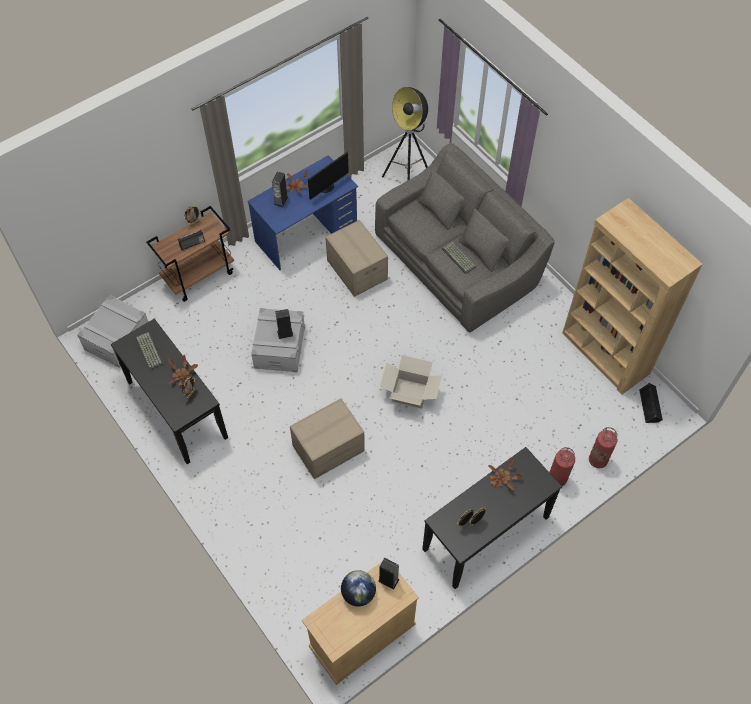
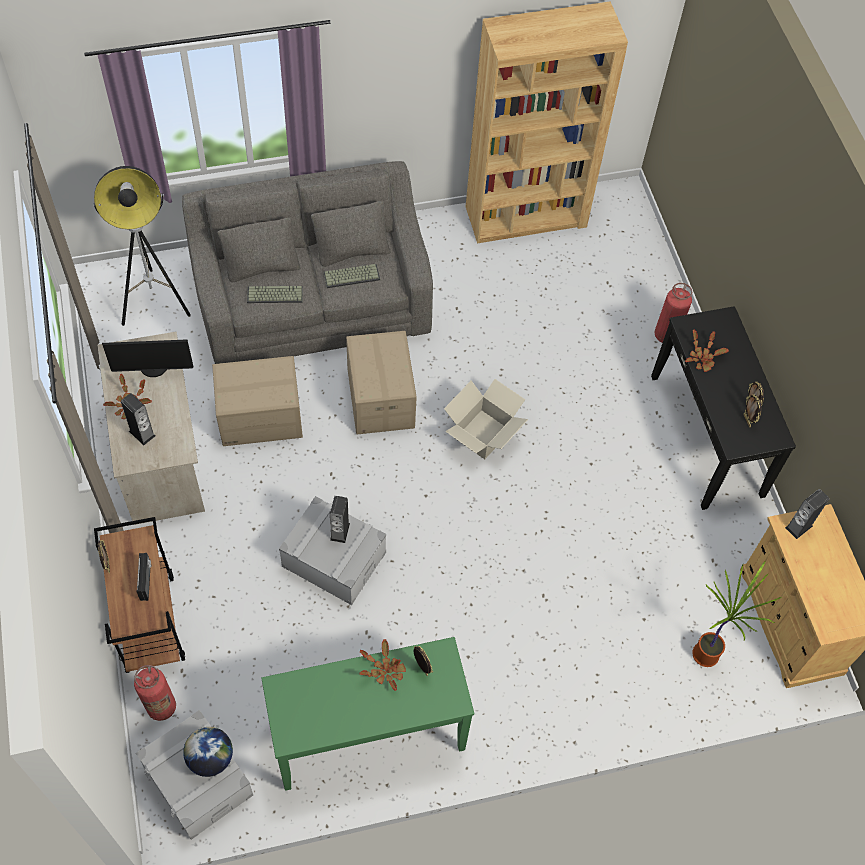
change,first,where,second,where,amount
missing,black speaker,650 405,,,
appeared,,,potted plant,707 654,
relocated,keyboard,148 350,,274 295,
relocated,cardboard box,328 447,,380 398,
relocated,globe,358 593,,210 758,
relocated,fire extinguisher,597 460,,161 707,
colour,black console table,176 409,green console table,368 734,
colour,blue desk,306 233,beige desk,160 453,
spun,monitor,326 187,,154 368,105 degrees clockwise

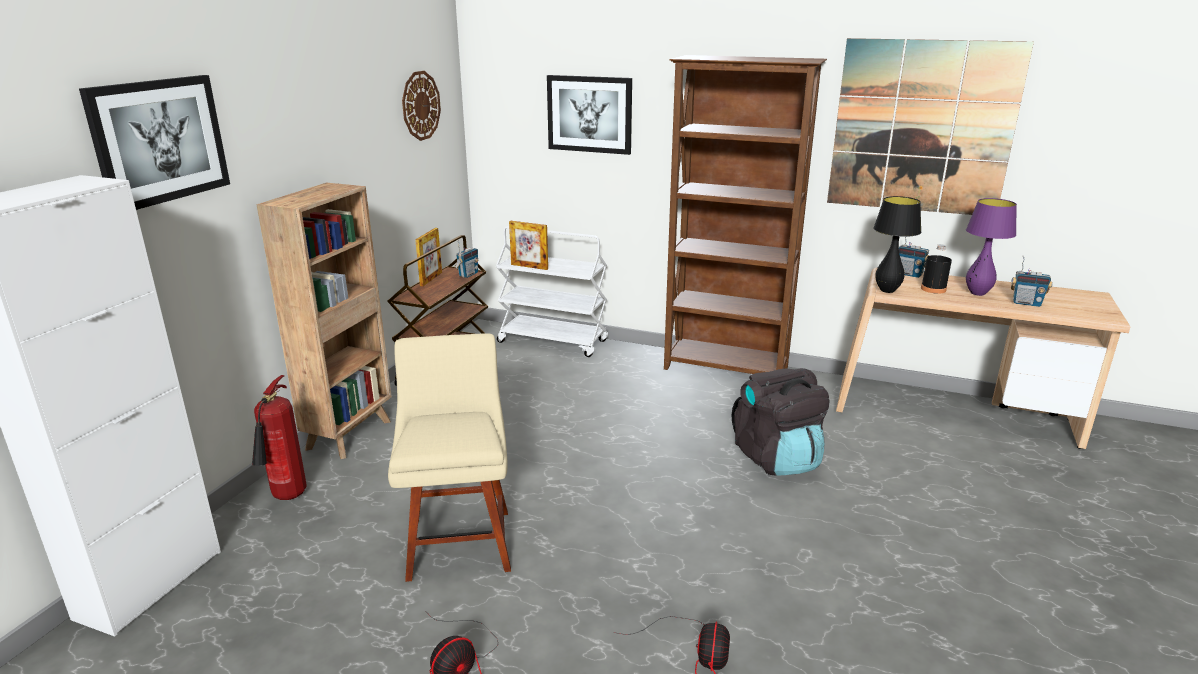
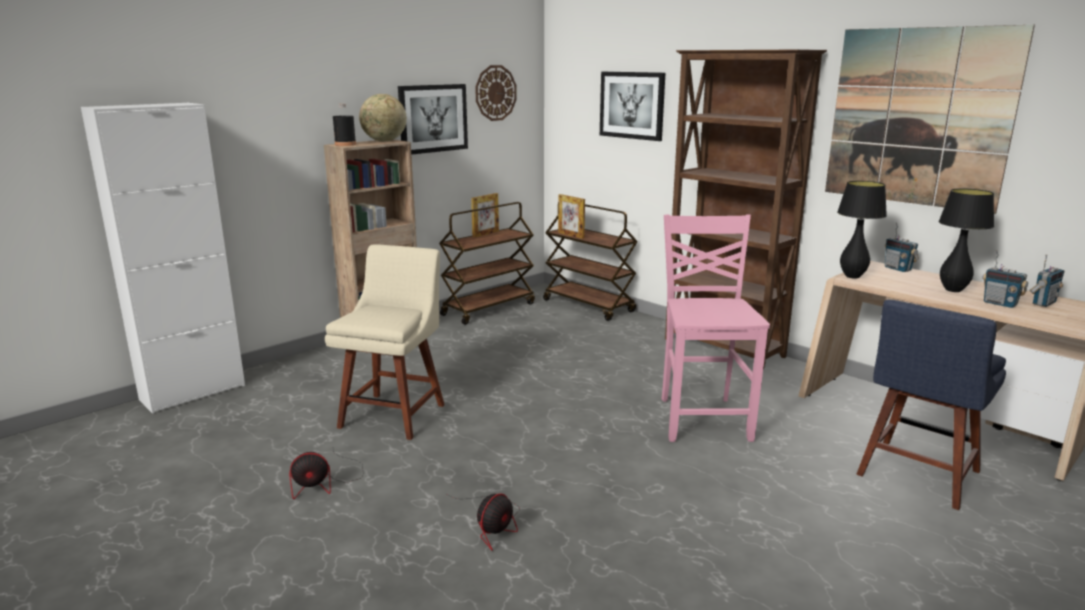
change,first,where,second,where,amount
missing,fire extinguisher,288 497,,,
appeared,,,globe,384 141,
appeared,,,blue chair,916 475,
relocated,picture,159 141,,433 118,
relocated,radio,468 274,,1043 303,
relocated,black bottle,933 289,,345 144,
exchanged,black backpack,777 458,pink chair,703 418,
colour,white cart,553 341,brown cart,589 306,
colour,purple table lamp,977 293,black table lamp,953 290,

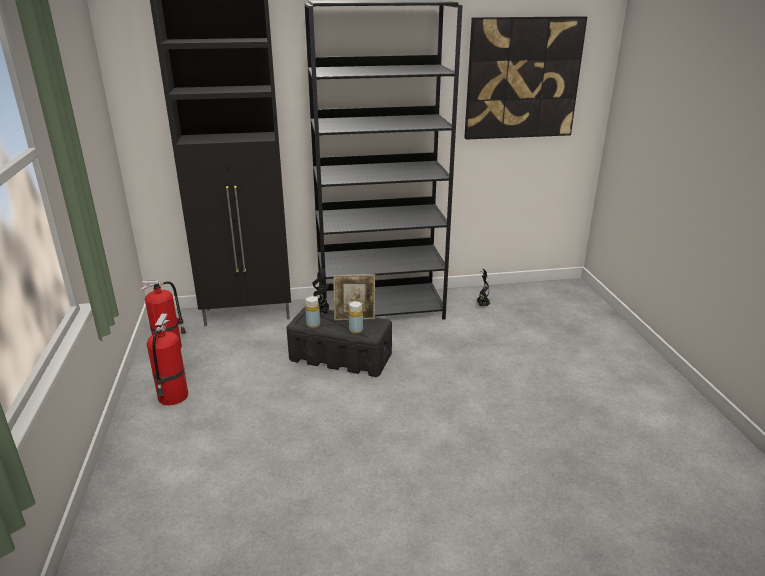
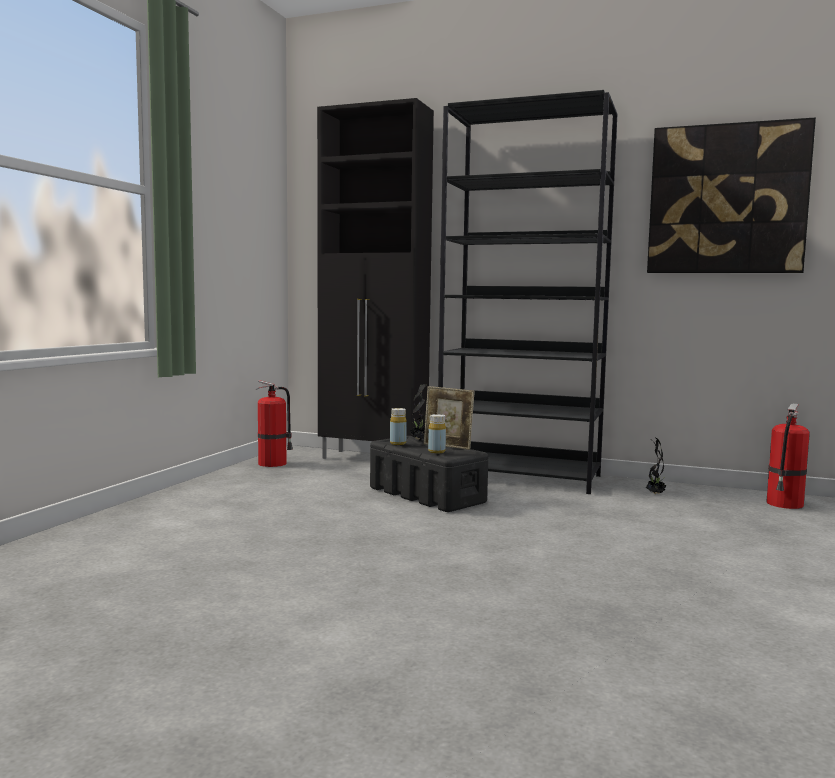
change,first,where,second,where,amount
relocated,fire extinguisher,172 397,,784 504,

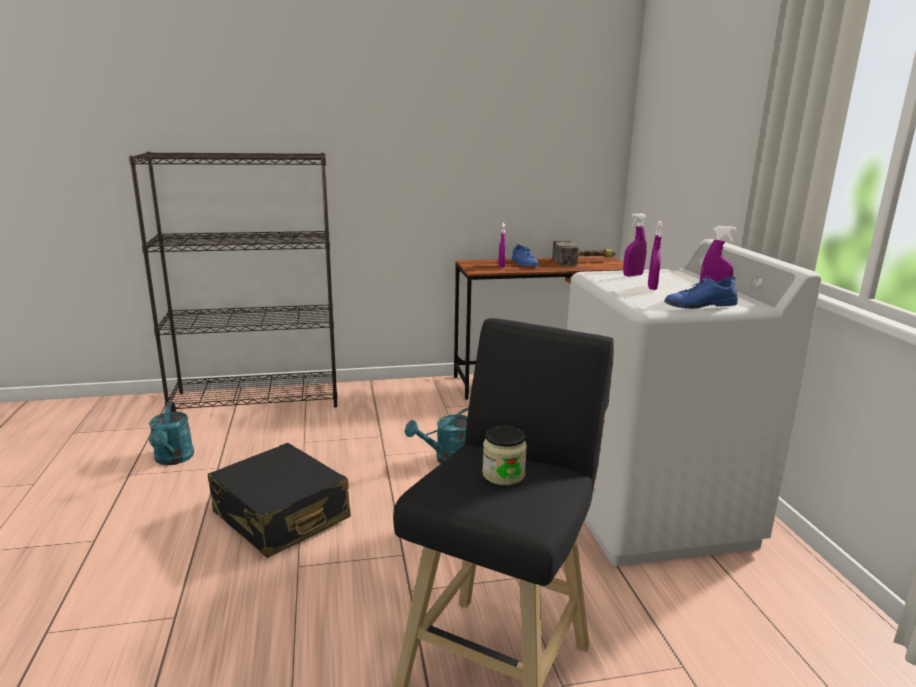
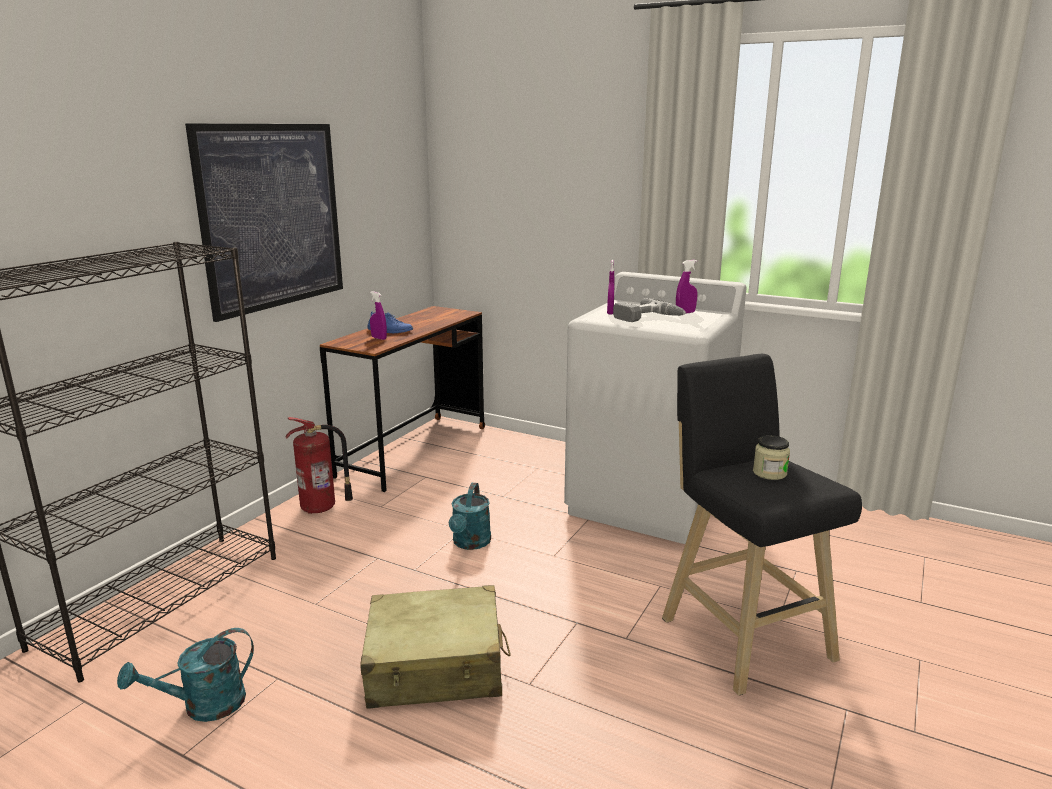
change,first,where,second,where,amount
missing,hammer,585 262,,,
missing,blue shoe,699 305,,,
appeared,,,picture,272 217,
appeared,,,fire extinguisher,321 508,
exchanged,purple spray bottle,652 287,power drill,648 318,
colour,black suitcase,281 516,beige suitcase,436 666,
spun,turquoise watering can,173 459,,203 707,120 degrees clockwise

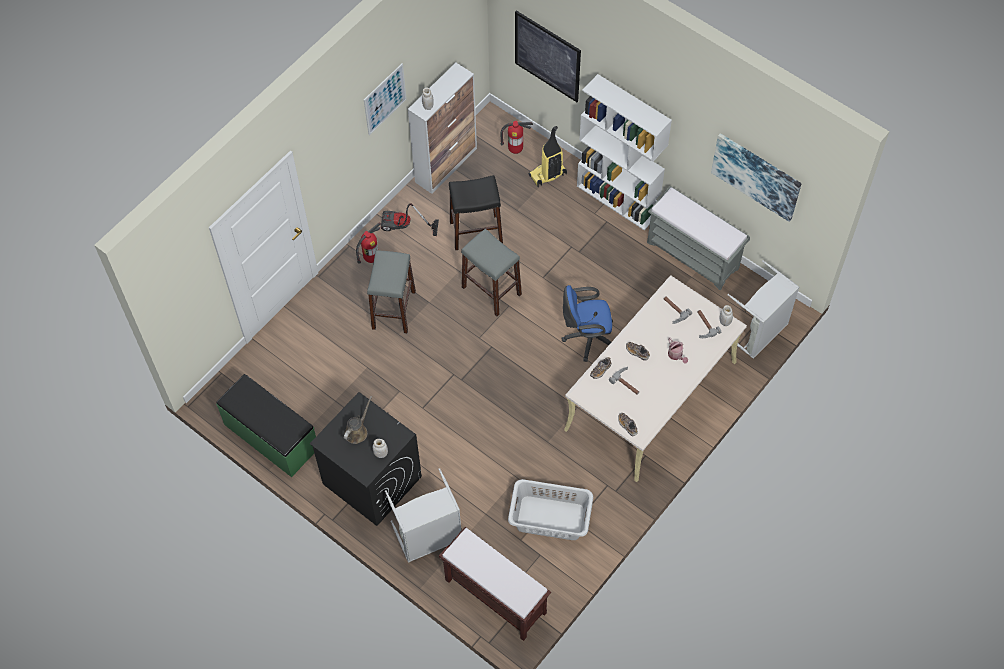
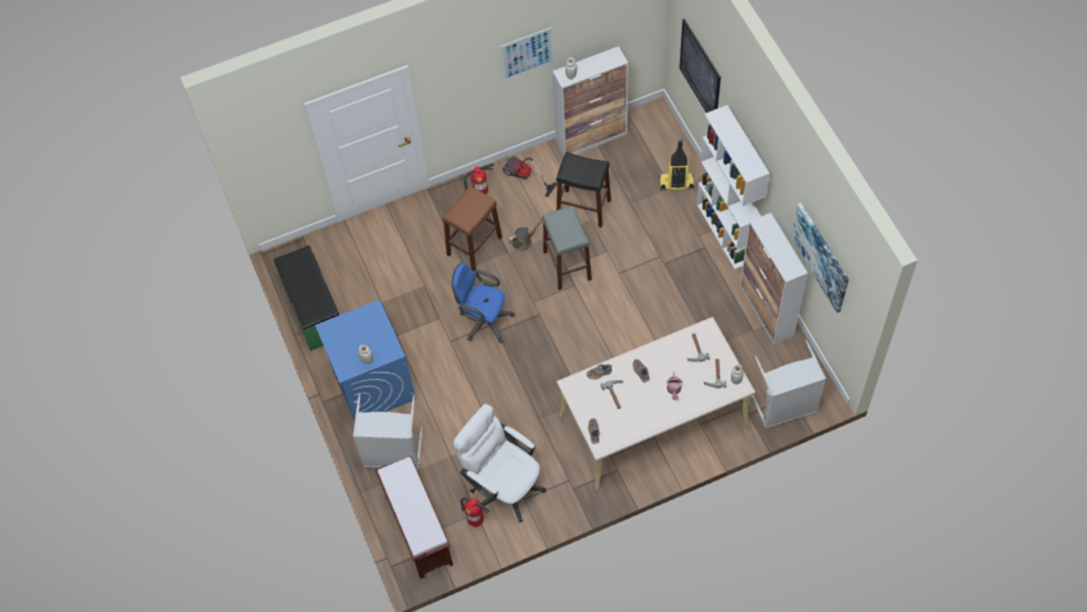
change,first,where,second,where,amount
relocated,brown watering can,357 431,,524 241,
relocated,fire extinguisher,515 150,,476 520,
relocated,blue office chair,587 338,,483 320,
exchanged,grey laundry basket,550 517,white office chair,503 485,
exchanged,grey bench,693 255,cabinet,766 311,
colour,black washing machine,371 480,blue washing machine,373 383,
colour,grey stool,394 310,brown stool,474 246,

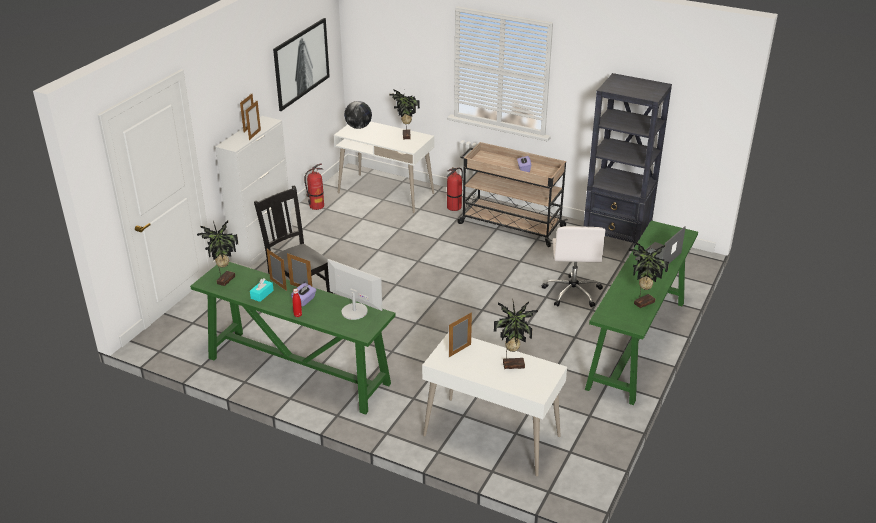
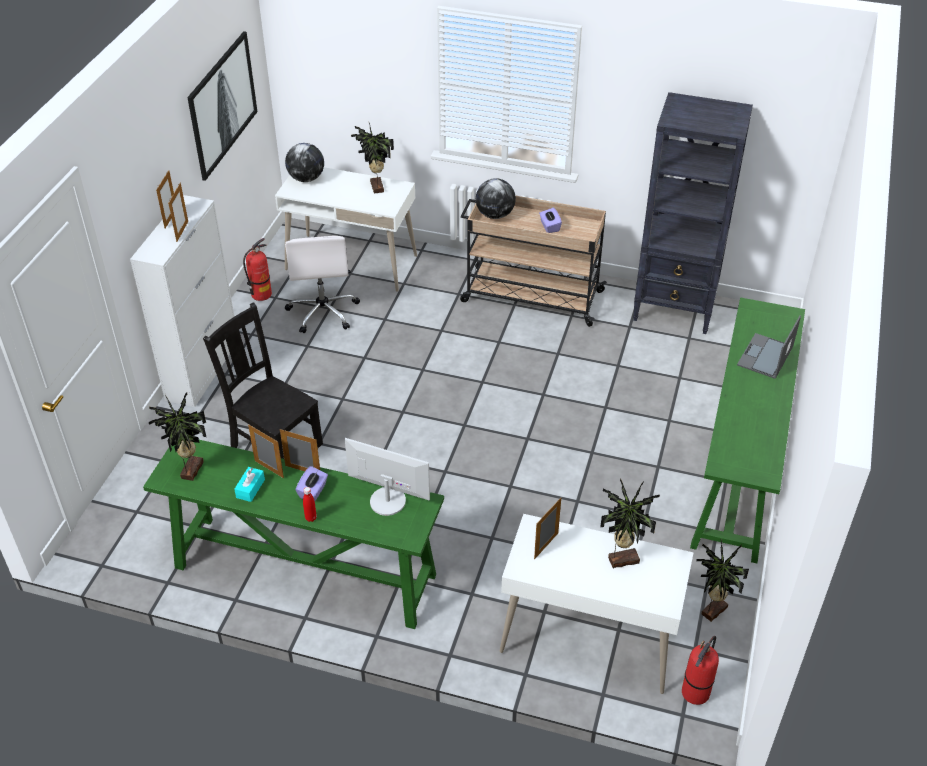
change,first,where,second,where,amount
appeared,,,globe,495 215,
relocated,fire extinguisher,454 207,,695 693,
relocated,white office chair,572 292,,323 311,
relocated,potted plant,642 302,,712 610,

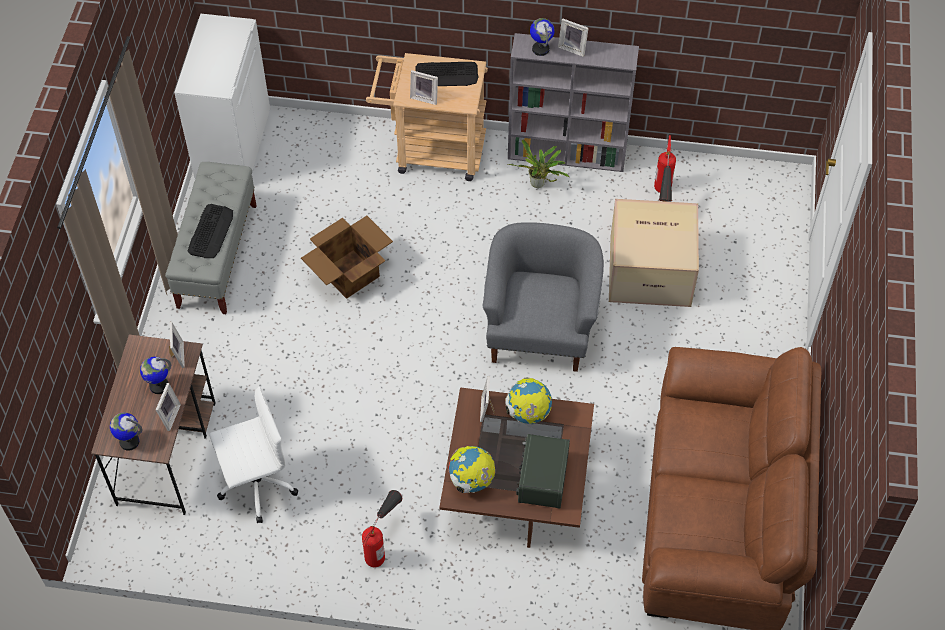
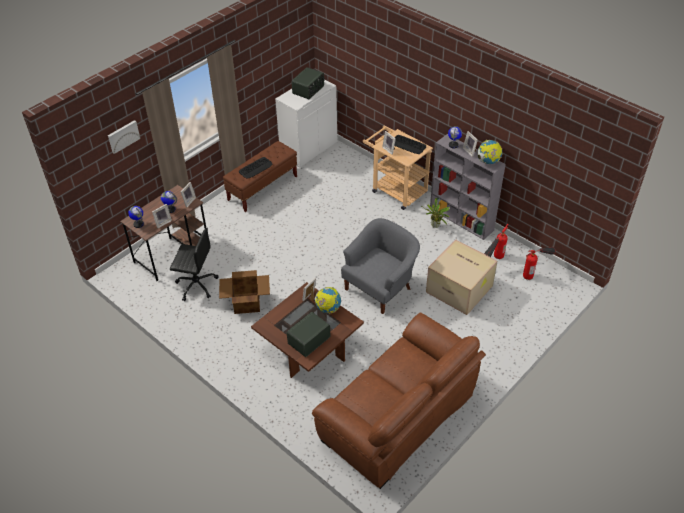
change,first,where,second,where,amount
appeared,,,picture,123 136,
appeared,,,radio,308 90,
relocated,cardboard box,349 274,,246 303,
relocated,fire extinguisher,383 542,,535 272,
relocated,globe,471 480,,488 162,
colour,grey bench,217 256,brown bench,263 188,
colour,white office chair,256 484,black office chair,196 285,

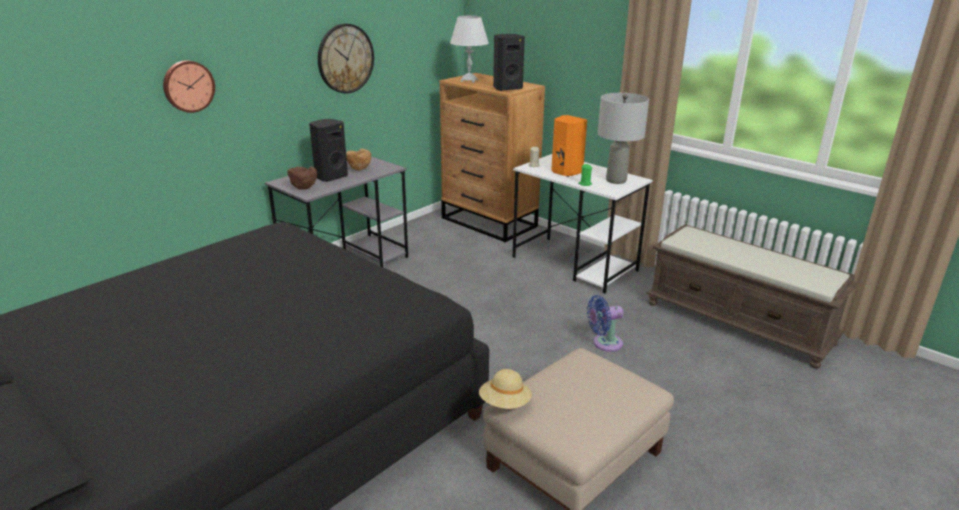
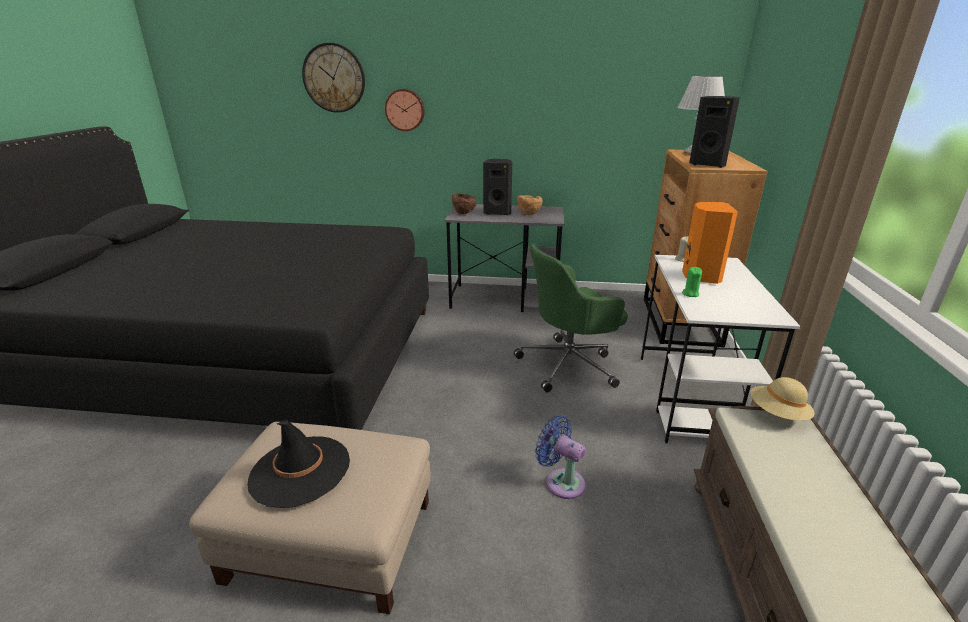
change,first,where,second,where,amount
missing,grey table lamp,616 180,,,
appeared,,,black hat,300 471,
appeared,,,green office chair,569 365,
relocated,wall clock,345 58,,334 78,
relocated,beige hat,505 403,,777 414,

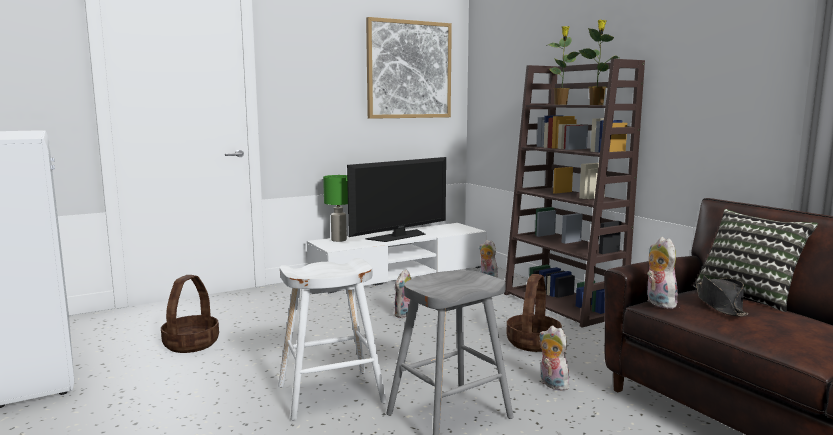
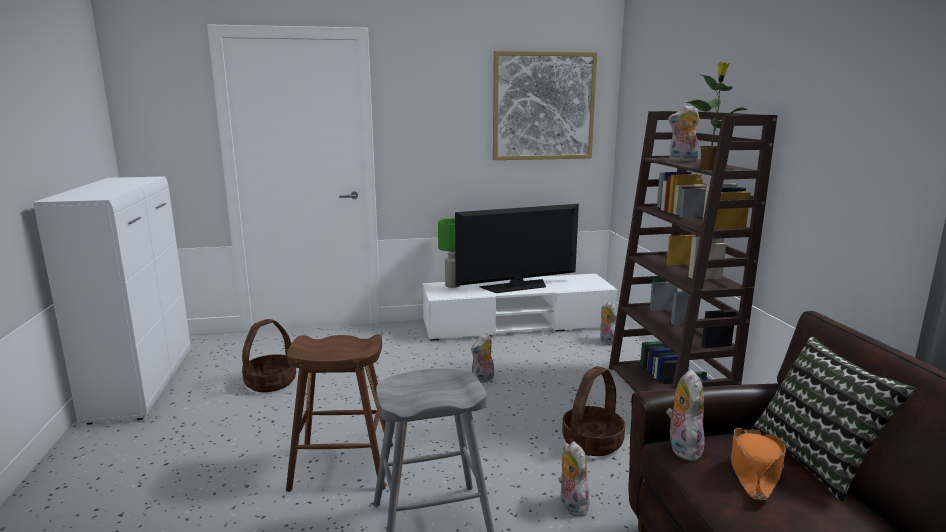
change,first,where,second,where,amount
exchanged,potted plant,561 104,plush toy,682 161,
colour,white stool,331 394,brown stool,343 467,
colour,black hat,720 304,orange hat,754 470,

